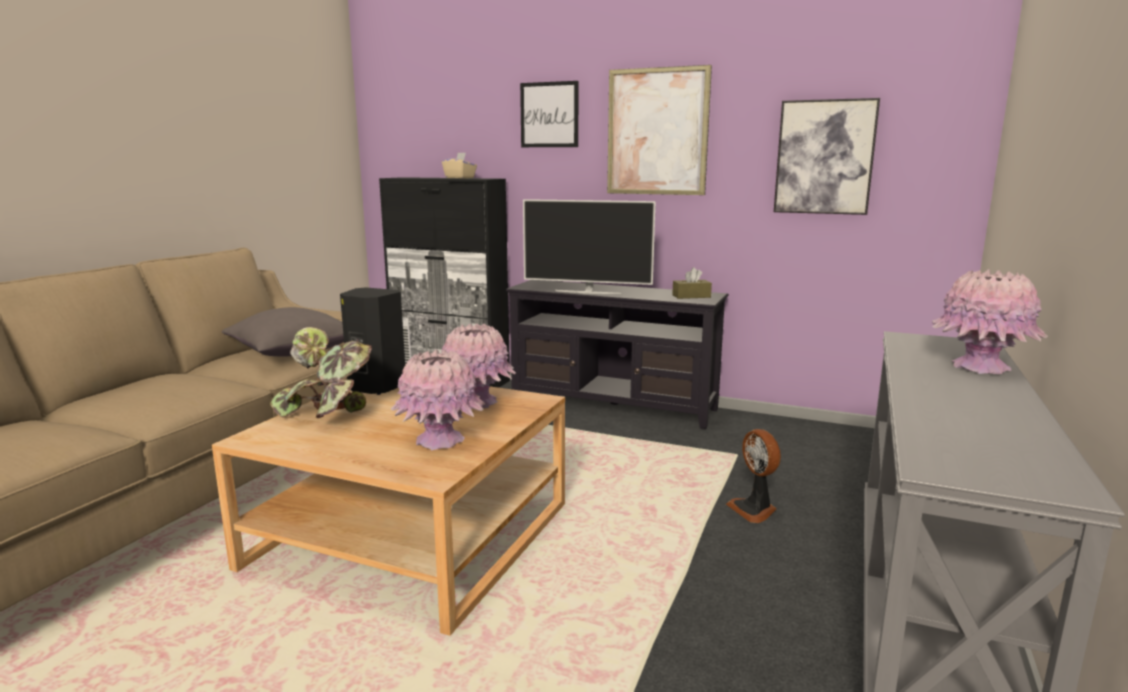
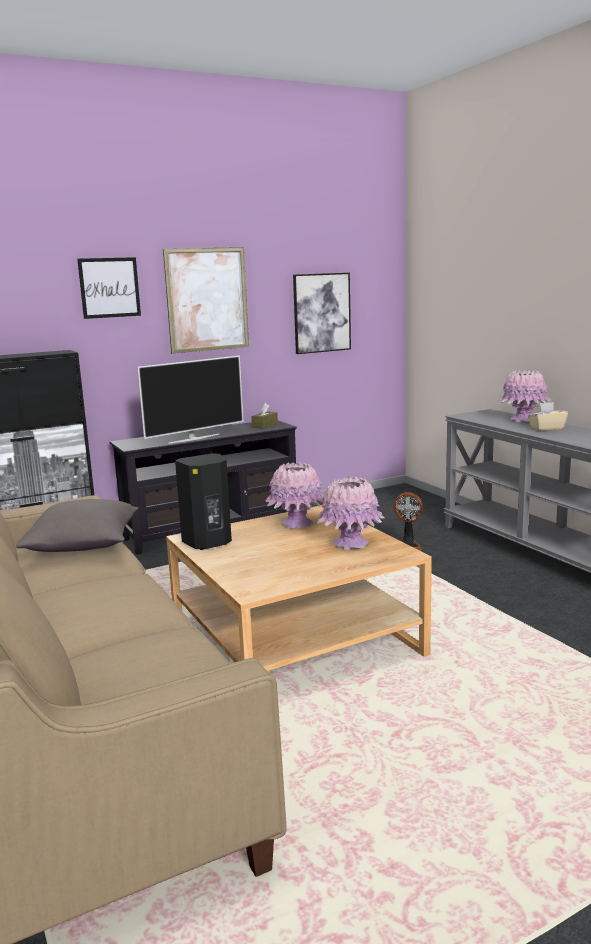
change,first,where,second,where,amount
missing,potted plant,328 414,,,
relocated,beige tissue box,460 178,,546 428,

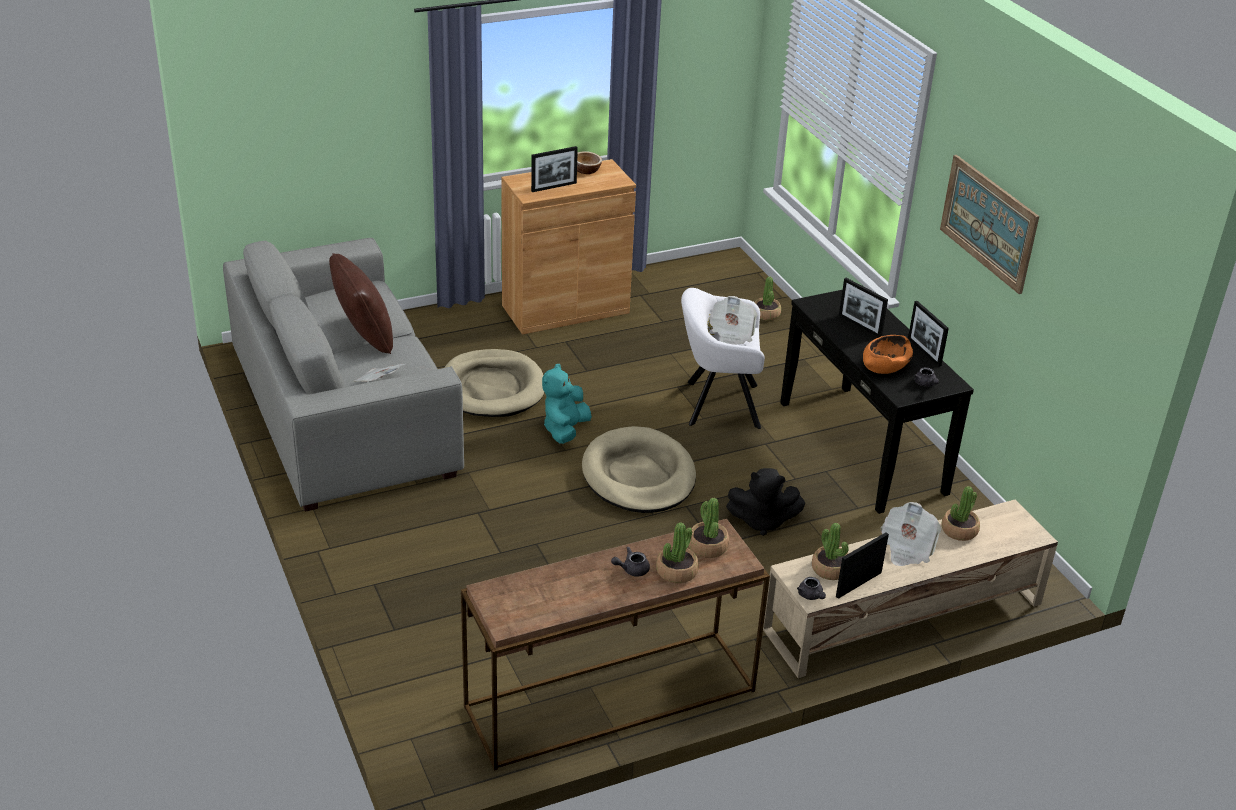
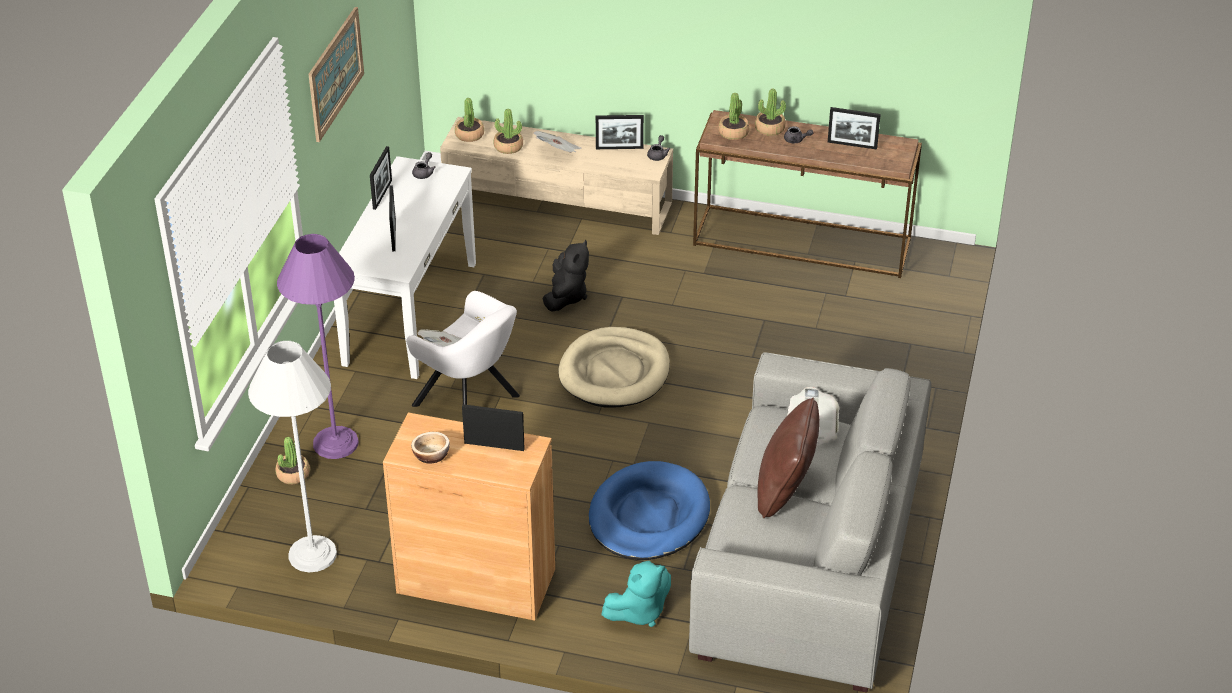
change,first,where,second,where,amount
missing,orange bowl,885 365,,,
appeared,,,white floor lamp,313 554,
appeared,,,purple floor lamp,335 443,
appeared,,,picture frame,852 145,
relocated,turquoise plush toy,565 430,,639 612,
relocated,potted plant,830 569,,469 135,
colour,beige dog bed,492 388,blue dog bed,648 516,
colour,black console table,862 447,white console table,410 313,
spun,black plush toy,762 521,,566 296,60 degrees clockwise

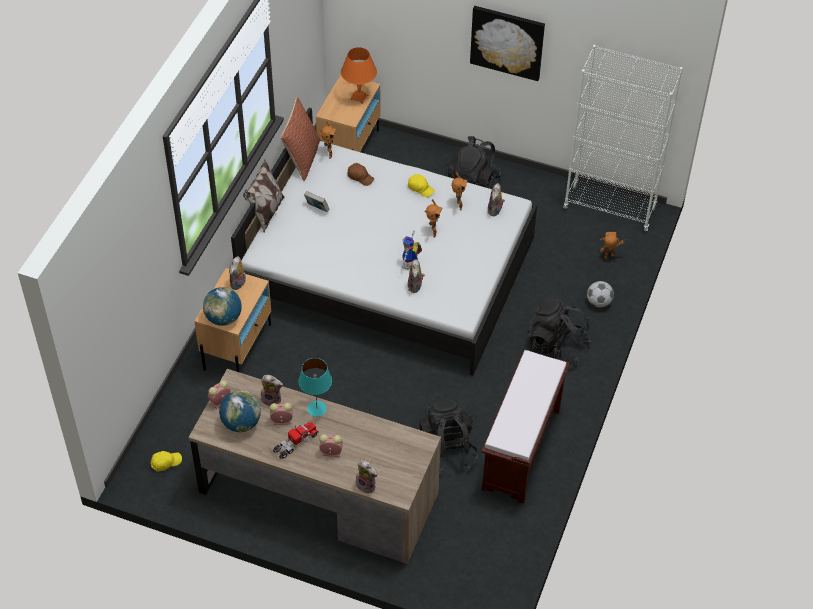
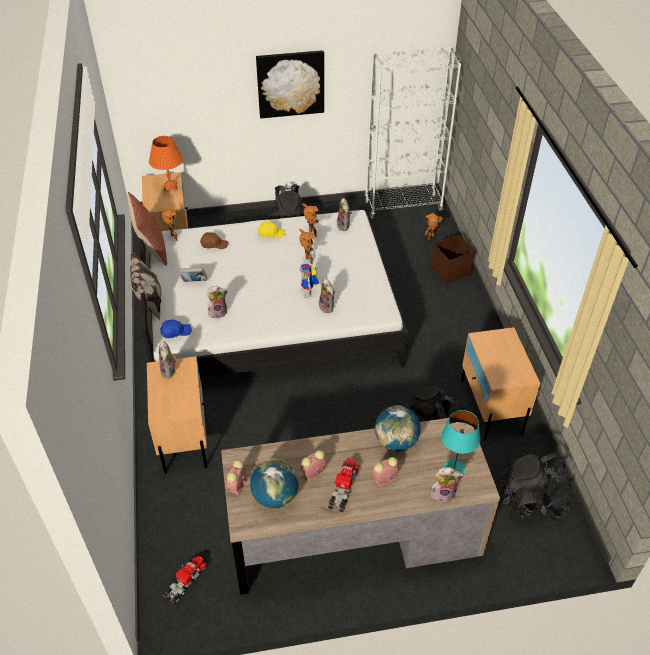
change,first,where,second,where,amount
appeared,,,blue cap,175 332,
relocated,globe,223 318,,396 442,
relocated,plush toy,272 399,,218 312,
relocated,turquoise table lamp,316 408,,454 468,
relocated,black backpack,556 346,,530 501,
exchanged,yellow cap,165 462,toy truck,186 582,
exchanged,brown bench,521 450,beige nightstand,491 407,
exchanged,football,599 302,brown storage box,451 271,

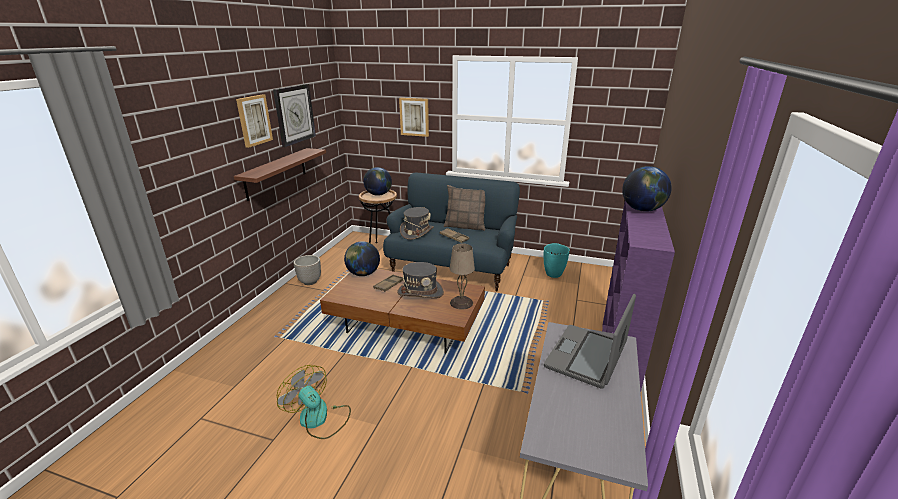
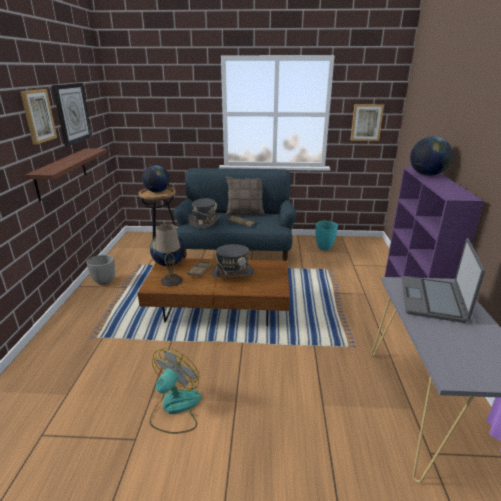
change,first,where,second,where,amount
relocated,picture,414 117,,366 122,
relocated,beige table lamp,461 302,,171 280,
spun,fan,319 419,,175 408,90 degrees clockwise

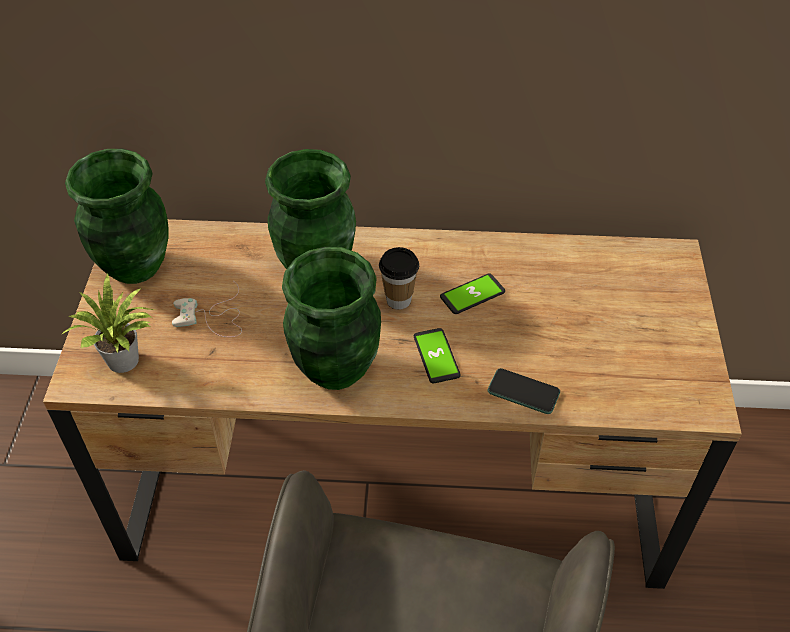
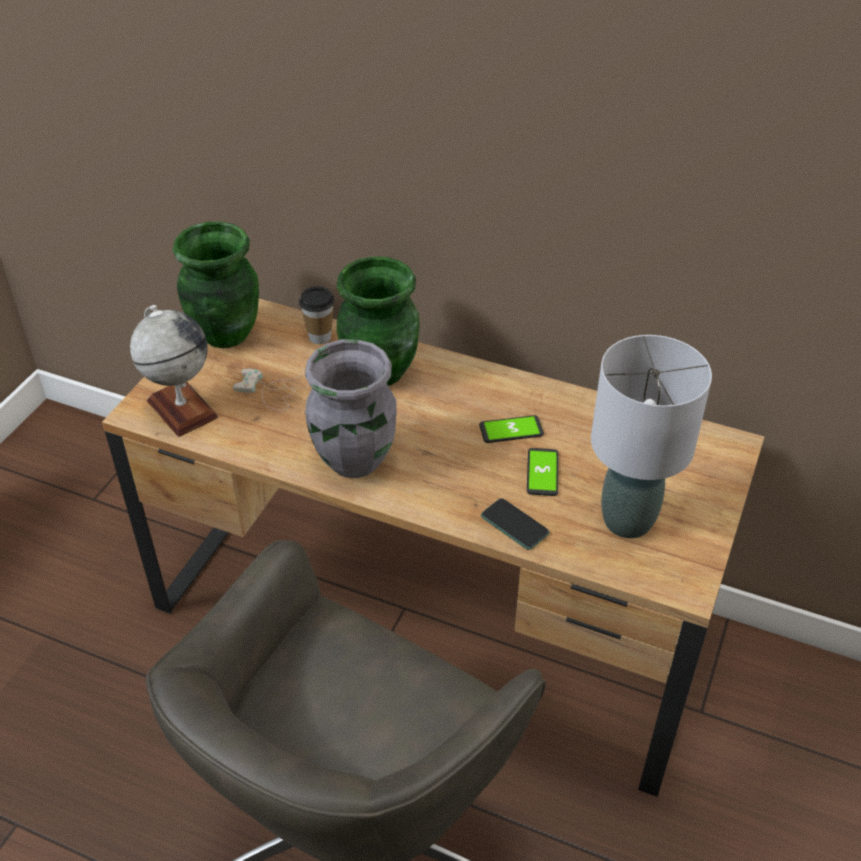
change,first,where,second,where,amount
appeared,,,grey table lamp,628 521,
relocated,cup,398 300,,320 337,
relocated,phone,436 356,,542 472,
exchanged,potted plant,126 362,globe,182 409,
colour,green vase,334 369,grey vase,353 460,

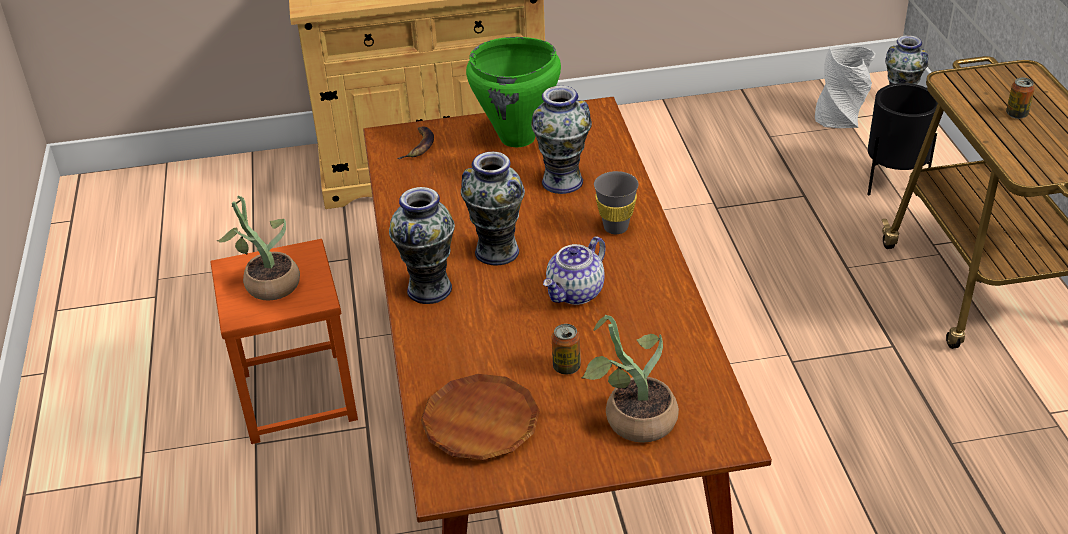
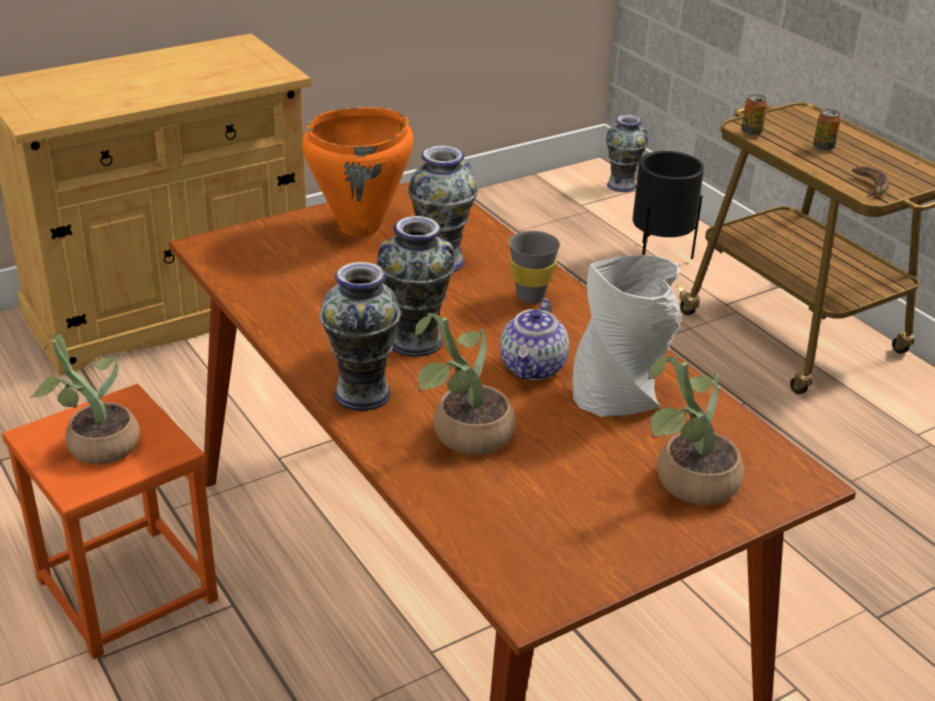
change,first,where,second,where,amount
missing,brown plate,481 423,,,
appeared,,,potted plant,463 435,
relocated,banana,419 146,,869 185,
relocated,can,566 367,,751 132,
relocated,grey vase,841 118,,620 392,
colour,green cooking pot,518 138,orange cooking pot,361 227,

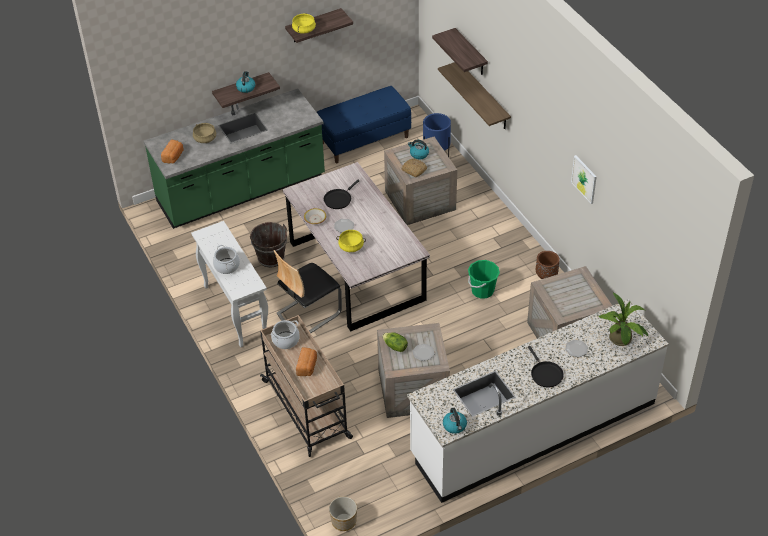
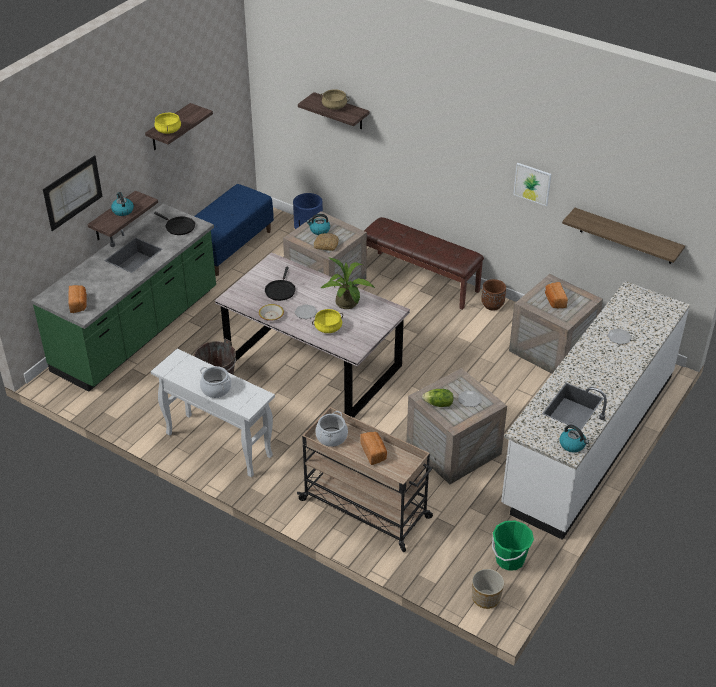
change,first,where,second,where,amount
missing,chair,308 313,,,
appeared,,,picture,73 192,
appeared,,,brown bench,420 279,
appeared,,,bread,554 301,
relocated,beige cooking pot,205 139,,334 106,
relocated,shelf,483 96,,626 236,
relocated,green bucket,482 290,,509 559,
relocated,black frying pan,545 374,,178 227,
relocated,potted plant,621 341,,348 304,

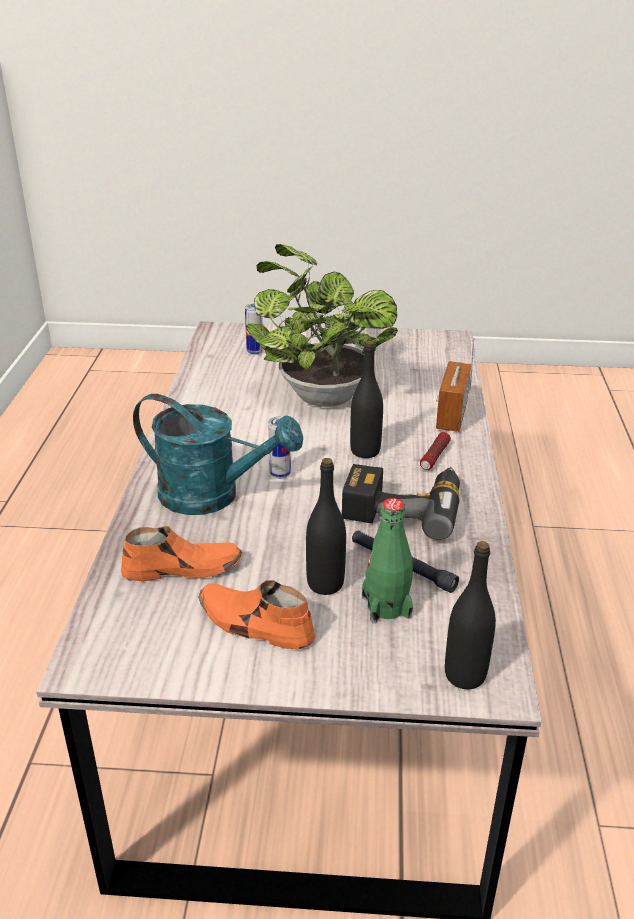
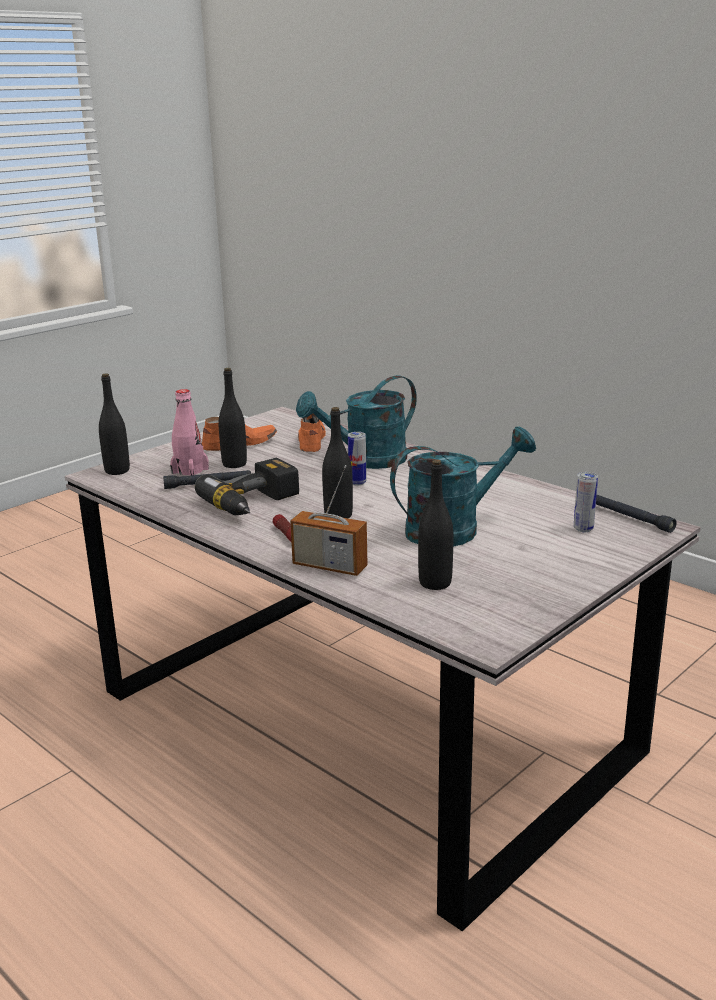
change,first,where,second,where,amount
appeared,,,black bottle,435 583,
appeared,,,black flashlight,629 517,
exchanged,potted plant,320 394,turquoise watering can,454 529,
colour,green bottle,386 606,pink bottle,190 471,
spun,orange shoe,182 568,,311 440,150 degrees clockwise
spun,radio,451 416,,329 566,150 degrees clockwise

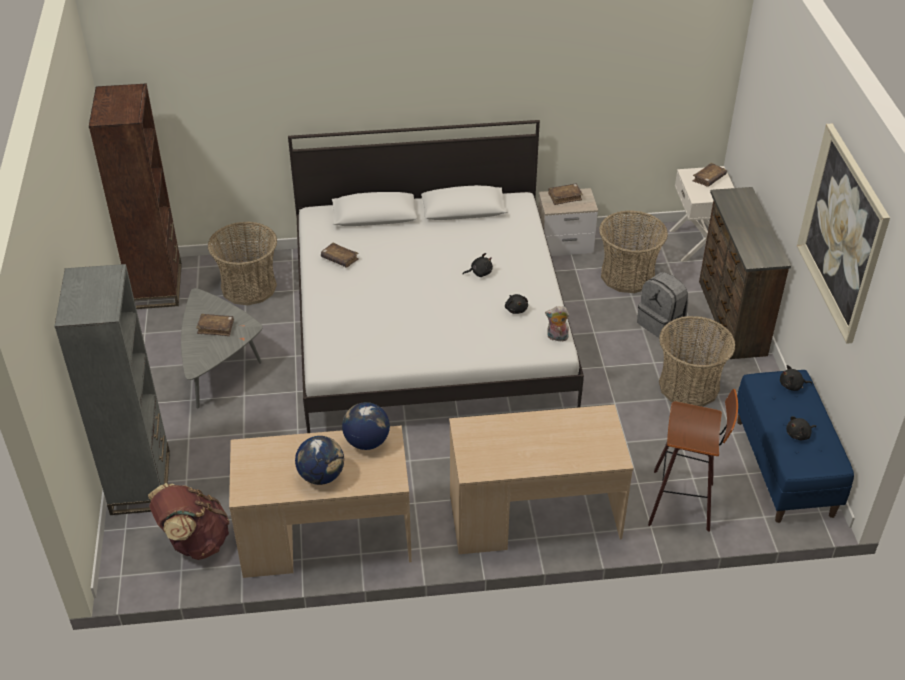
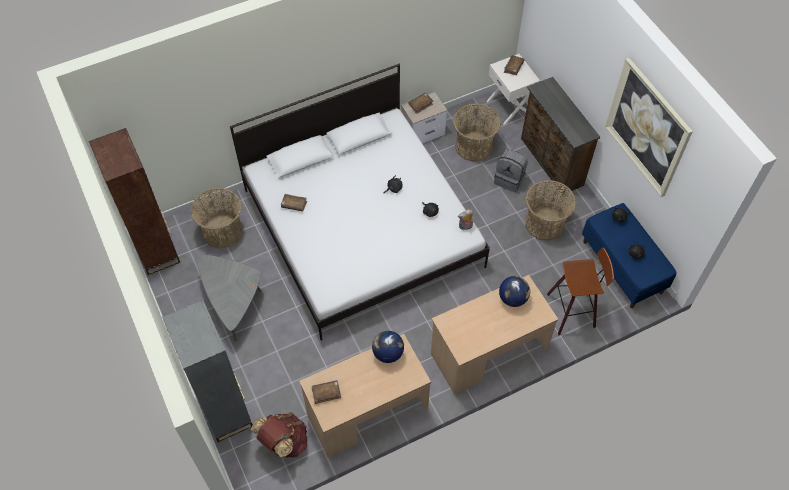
change,first,where,second,where,amount
relocated,brown book,216 328,,326 393,
relocated,globe,321 476,,513 298,

